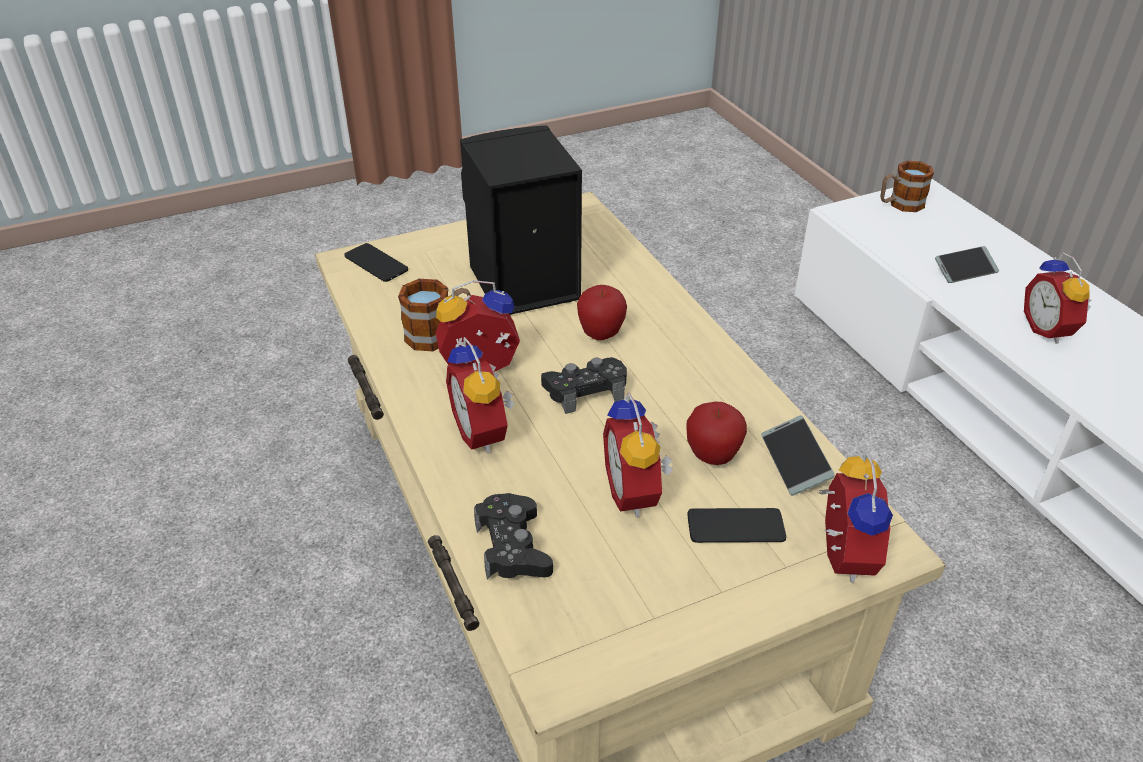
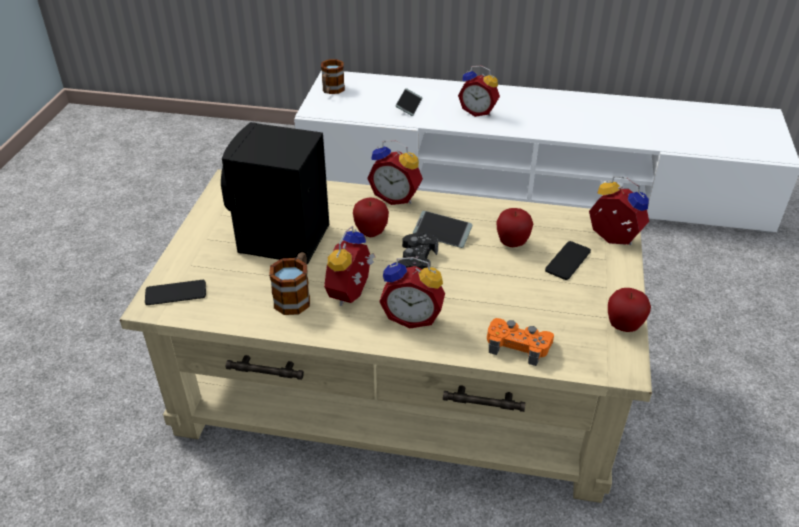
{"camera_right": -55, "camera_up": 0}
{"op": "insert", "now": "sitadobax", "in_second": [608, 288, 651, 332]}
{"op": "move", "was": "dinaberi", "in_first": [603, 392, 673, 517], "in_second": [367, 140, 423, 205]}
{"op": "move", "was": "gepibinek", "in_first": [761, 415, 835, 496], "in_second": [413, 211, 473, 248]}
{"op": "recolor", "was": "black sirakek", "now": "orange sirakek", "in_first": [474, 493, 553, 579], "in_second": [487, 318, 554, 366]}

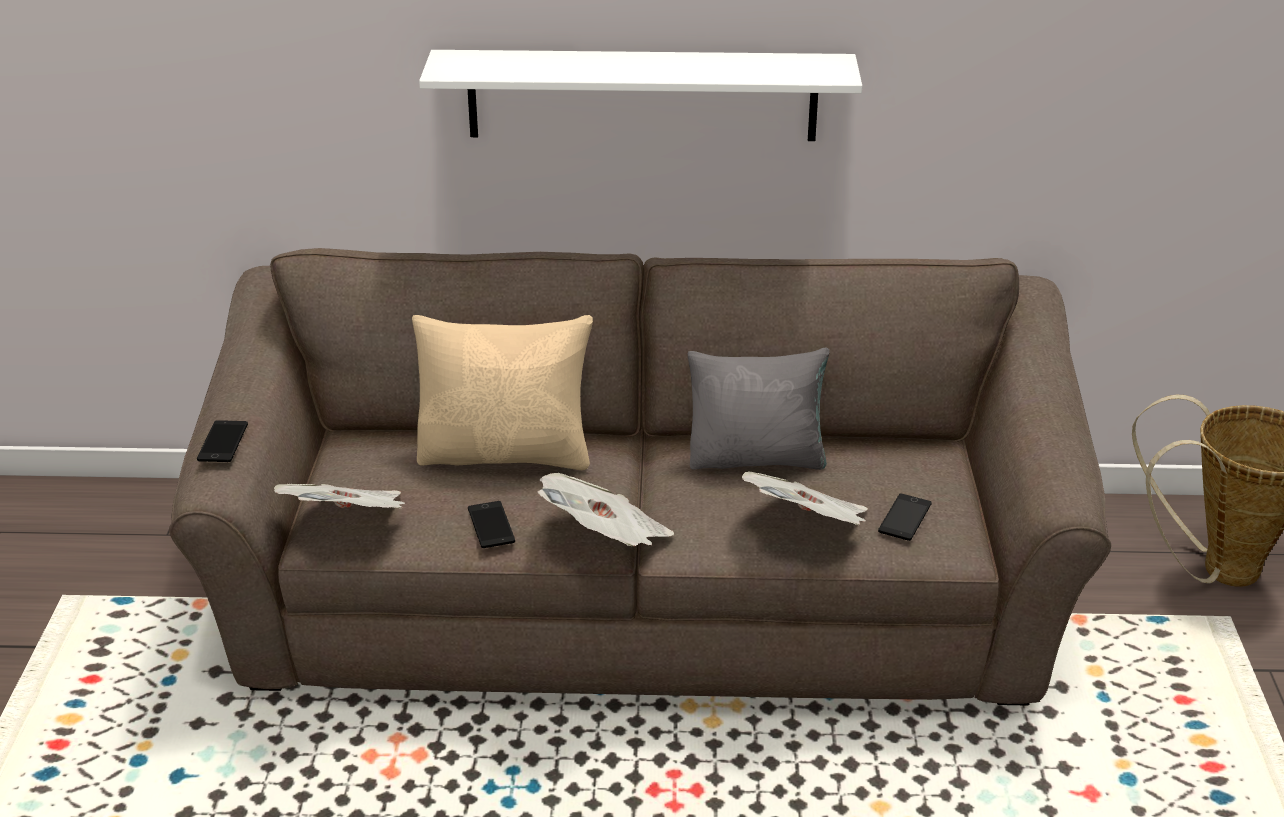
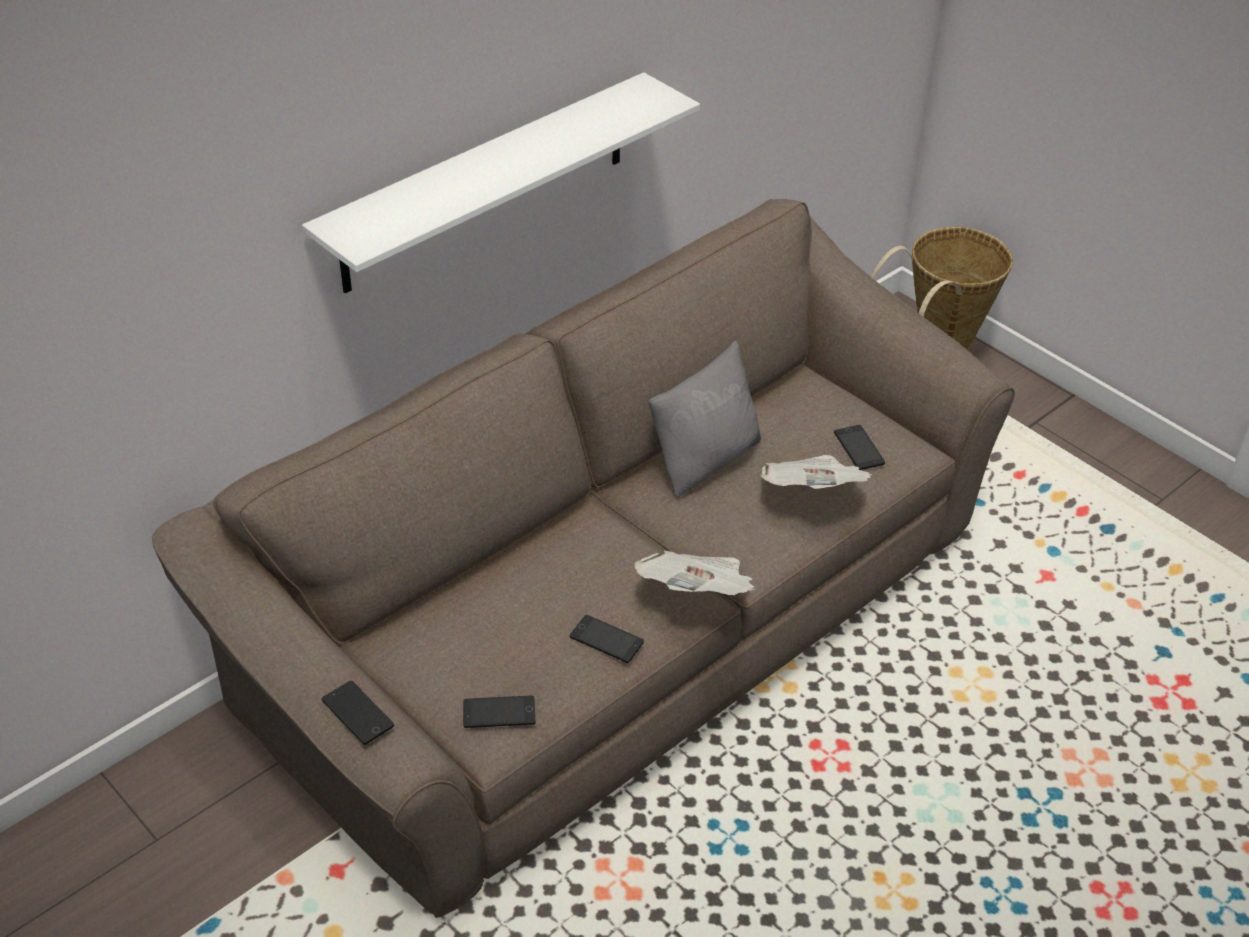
{"camera_right": -45, "camera_up": 10}
{"op": "delete", "was": "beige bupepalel", "in_first": [412, 315, 593, 470]}
{"op": "replace", "was": "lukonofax", "now": "gepibinek", "in_first": [274, 484, 405, 508], "in_second": [463, 695, 535, 728]}

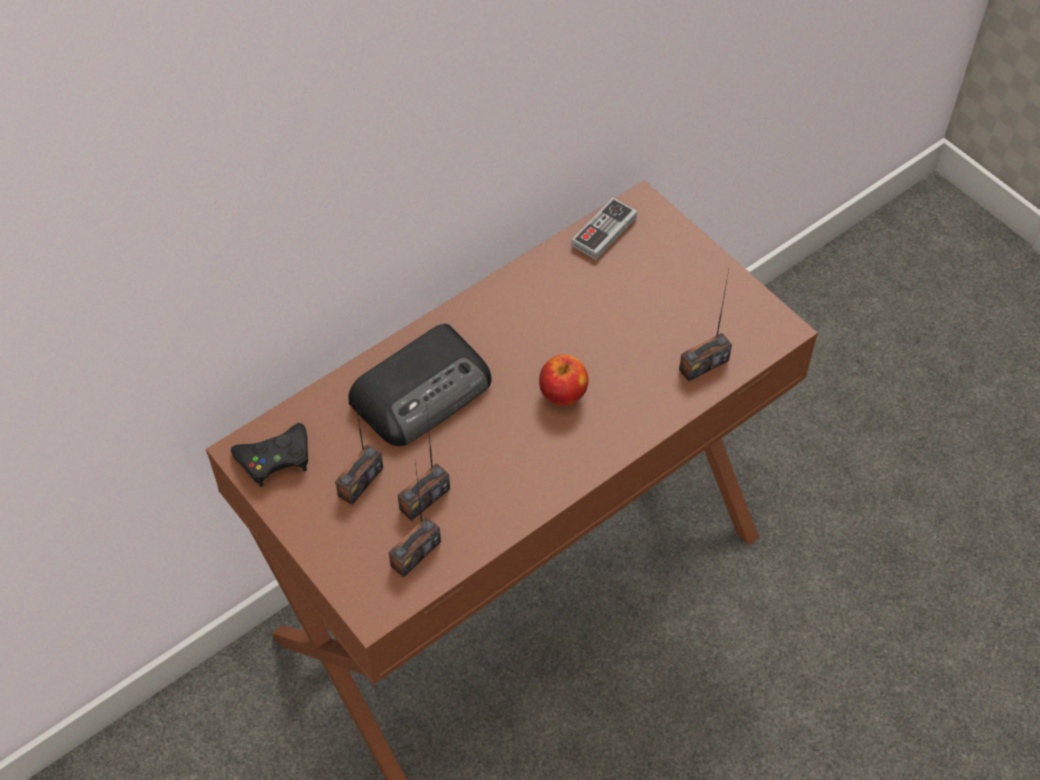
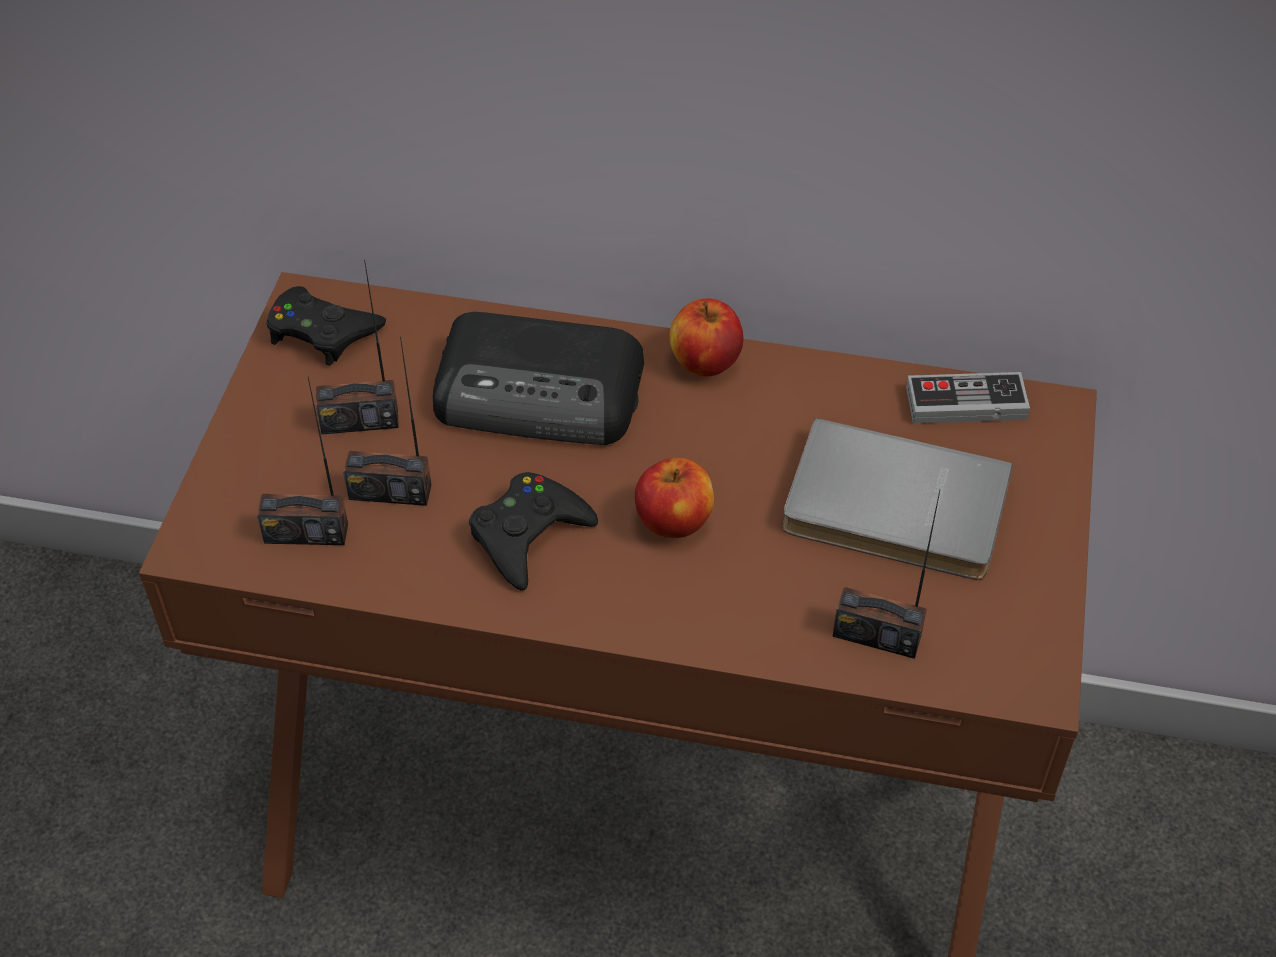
{"camera_right": 50, "camera_up": -5}
{"op": "insert", "now": "black sirakek", "in_second": [469, 472, 598, 591]}
{"op": "insert", "now": "sitadobax", "in_second": [669, 298, 743, 377]}
{"op": "insert", "now": "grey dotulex", "in_second": [782, 418, 1014, 580]}

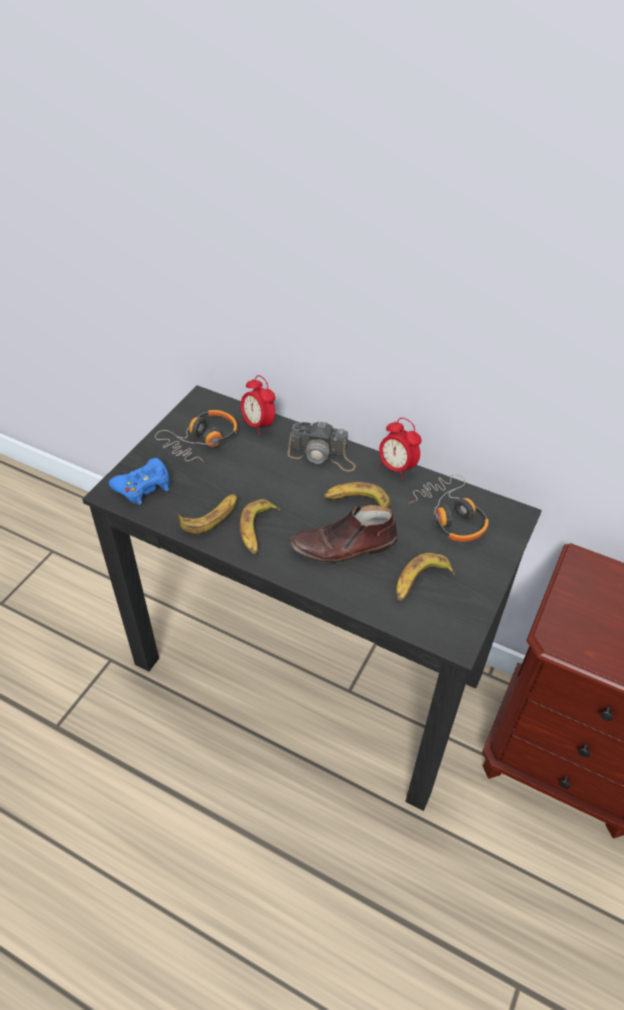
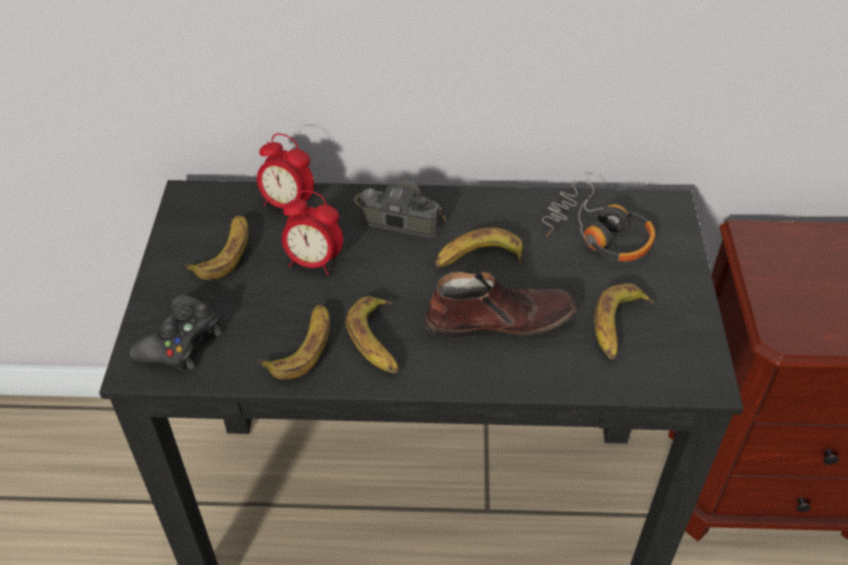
{"camera_right": -25, "camera_up": 0}
{"op": "move", "was": "dinaberi", "in_first": [379, 418, 422, 479], "in_second": [282, 190, 343, 276]}
{"op": "replace", "was": "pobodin", "now": "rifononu", "in_first": [155, 410, 238, 462], "in_second": [184, 215, 248, 280]}
{"op": "recolor", "was": "blue sirakek", "now": "black sirakek", "in_first": [109, 458, 170, 505], "in_second": [129, 295, 222, 370]}
{"op": "rotate", "was": "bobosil", "in_first": [287, 421, 356, 472], "in_second": [354, 179, 446, 239], "clockwise": -150}
{"op": "rotate", "was": "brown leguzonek", "in_first": [290, 505, 397, 563], "in_second": [425, 272, 577, 338], "clockwise": -150}

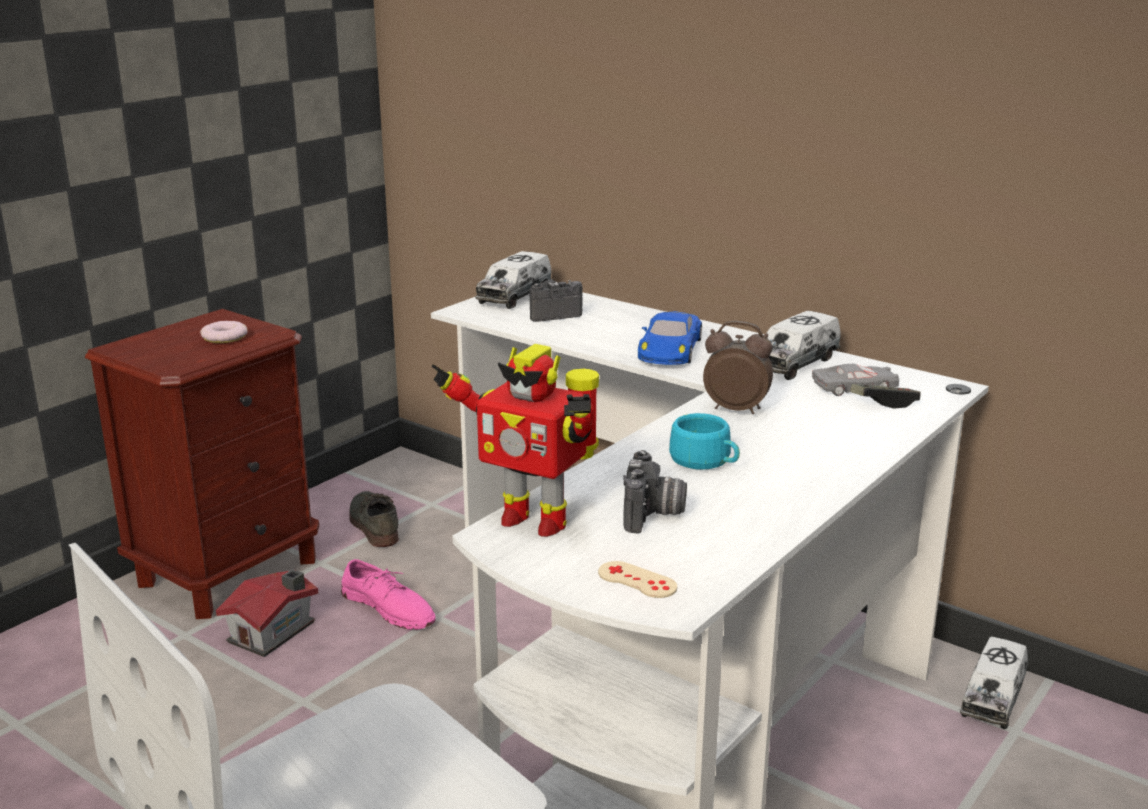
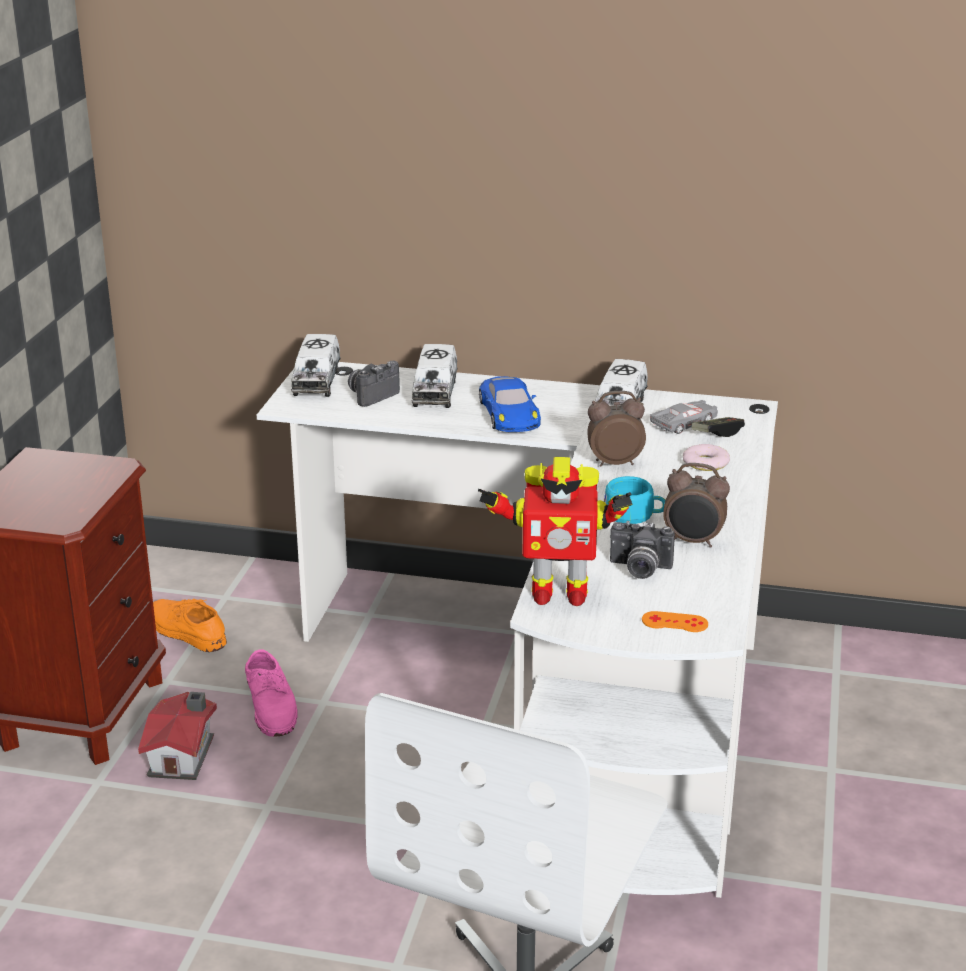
{"camera_right": -25, "camera_up": 5}
{"op": "insert", "now": "dinaberi", "in_second": [663, 463, 730, 548]}
{"op": "move", "was": "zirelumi", "in_first": [200, 321, 248, 343], "in_second": [683, 444, 730, 471]}
{"op": "move", "was": "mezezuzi", "in_first": [960, 636, 1028, 729], "in_second": [411, 344, 457, 408]}
{"op": "recolor", "was": "grey leguzonek", "now": "orange leguzonek", "in_first": [349, 491, 399, 547], "in_second": [153, 599, 227, 652]}
{"op": "recolor", "was": "beige sirakek", "now": "orange sirakek", "in_first": [598, 561, 677, 598], "in_second": [642, 611, 708, 632]}
{"op": "rotate", "was": "pink leguzonek", "in_first": [341, 559, 436, 630], "in_second": [245, 650, 298, 737], "clockwise": 60}
{"op": "rotate", "was": "bobosil", "in_first": [623, 450, 687, 533], "in_second": [610, 521, 675, 579], "clockwise": 120}

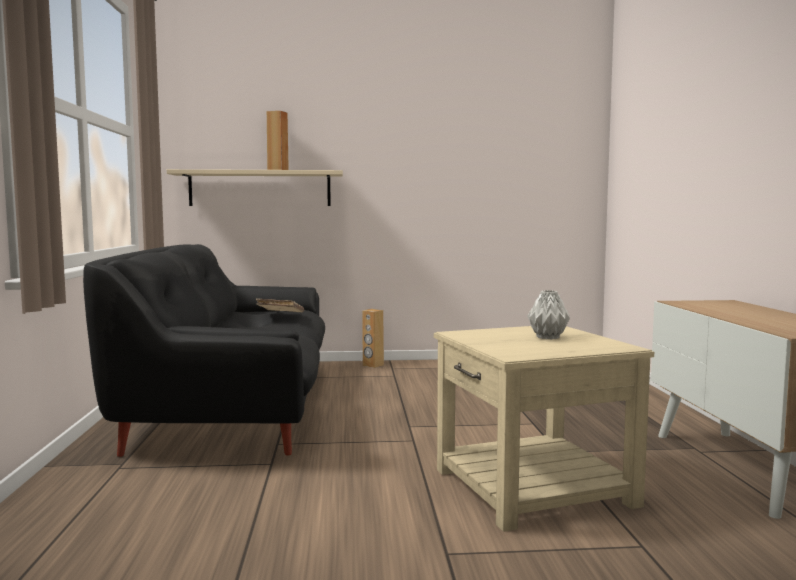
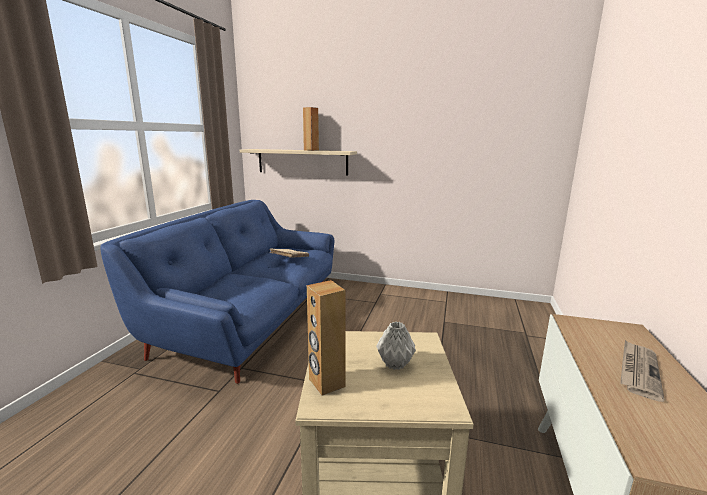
{"camera_right": 20, "camera_up": 10}
{"op": "insert", "now": "lukonofax", "in_second": [620, 340, 665, 402]}
{"op": "move", "was": "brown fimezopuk", "in_first": [362, 309, 384, 368], "in_second": [307, 280, 346, 396]}
{"op": "recolor", "was": "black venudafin", "now": "blue venudafin", "in_first": [83, 244, 325, 457], "in_second": [100, 200, 334, 384]}

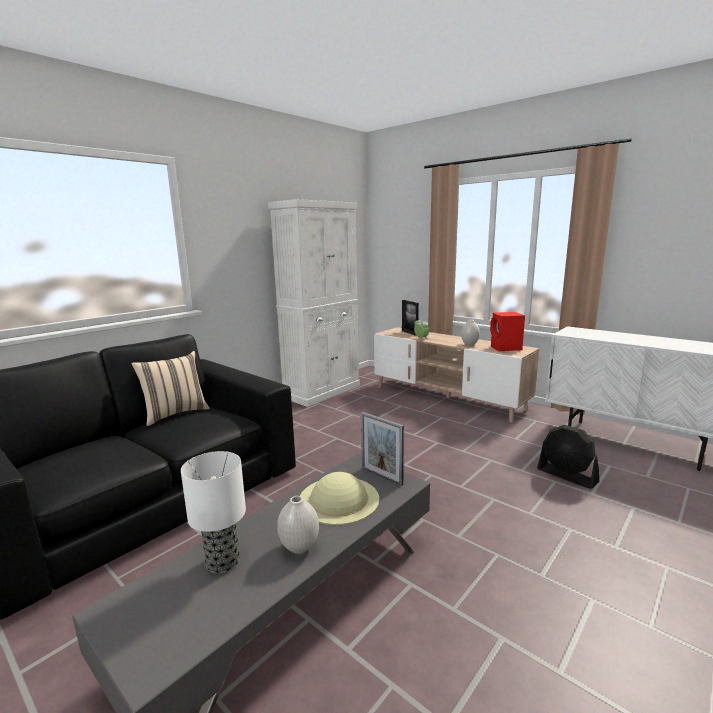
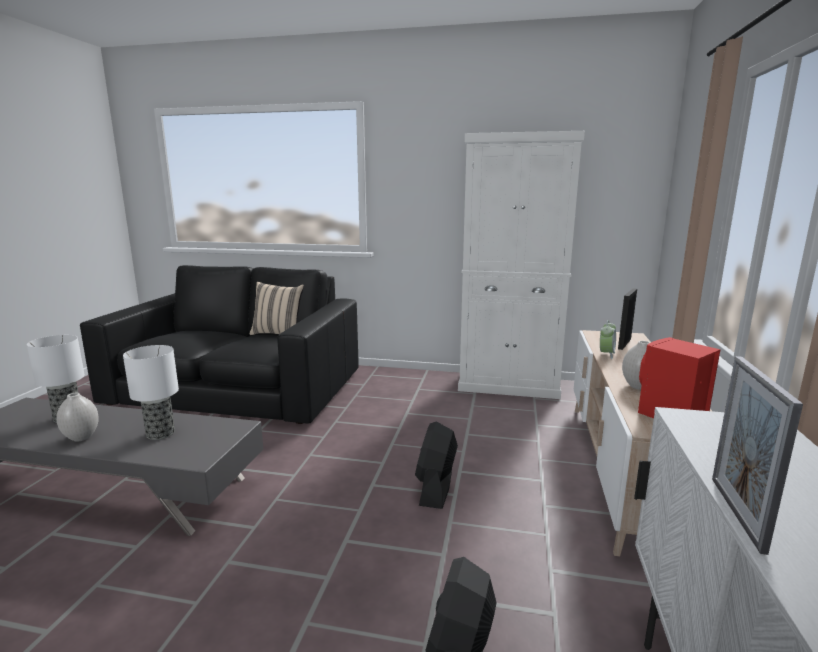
{"camera_right": 60, "camera_up": 0}
{"op": "insert", "now": "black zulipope", "in_second": [415, 421, 458, 509]}
{"op": "move", "was": "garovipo", "in_first": [361, 412, 404, 486], "in_second": [712, 356, 803, 555]}
{"op": "replace", "was": "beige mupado", "now": "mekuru", "in_first": [300, 472, 379, 525], "in_second": [123, 345, 179, 440]}

